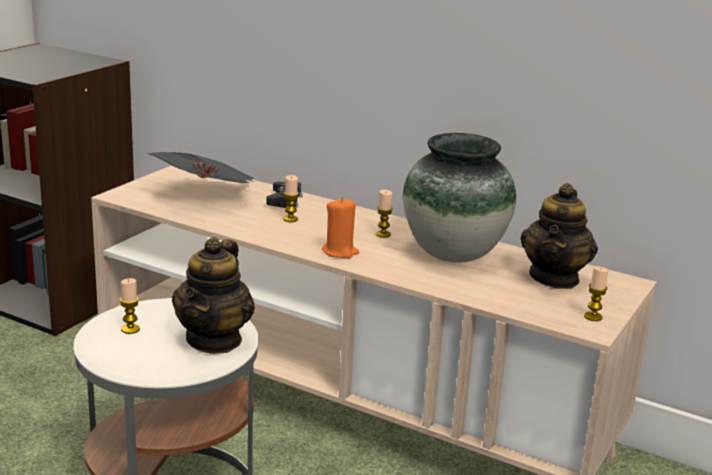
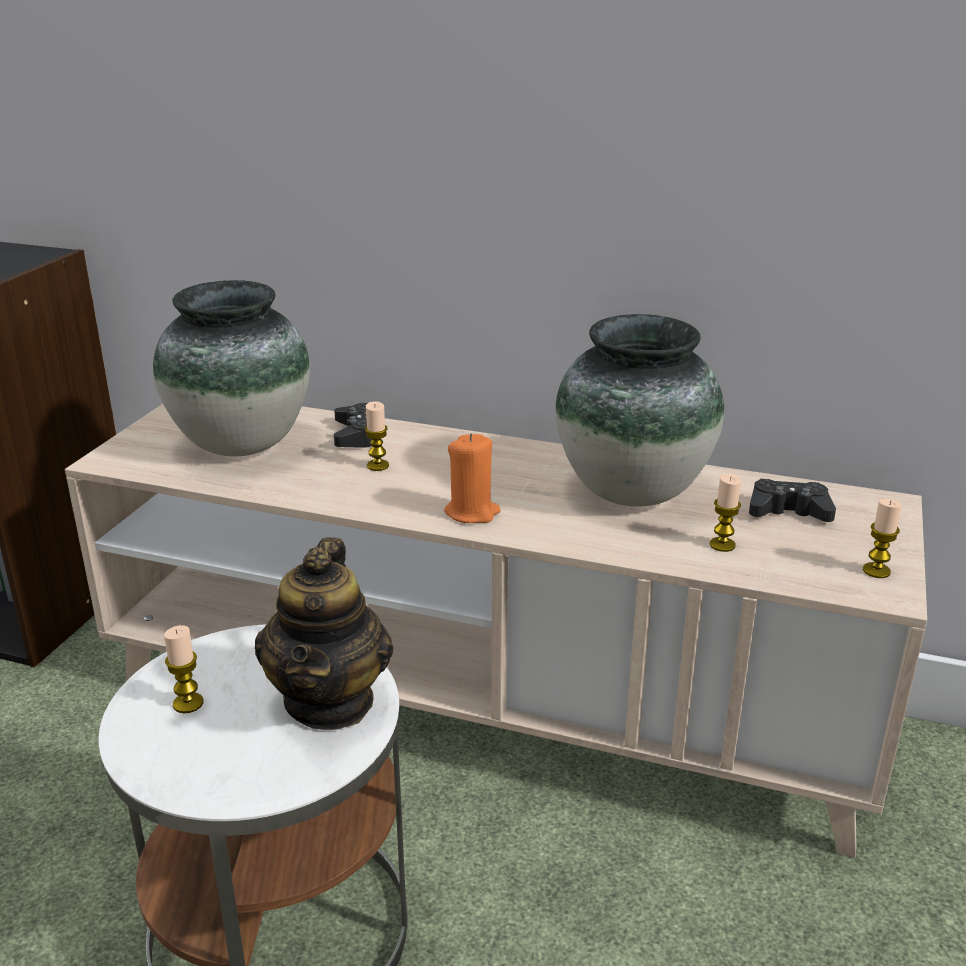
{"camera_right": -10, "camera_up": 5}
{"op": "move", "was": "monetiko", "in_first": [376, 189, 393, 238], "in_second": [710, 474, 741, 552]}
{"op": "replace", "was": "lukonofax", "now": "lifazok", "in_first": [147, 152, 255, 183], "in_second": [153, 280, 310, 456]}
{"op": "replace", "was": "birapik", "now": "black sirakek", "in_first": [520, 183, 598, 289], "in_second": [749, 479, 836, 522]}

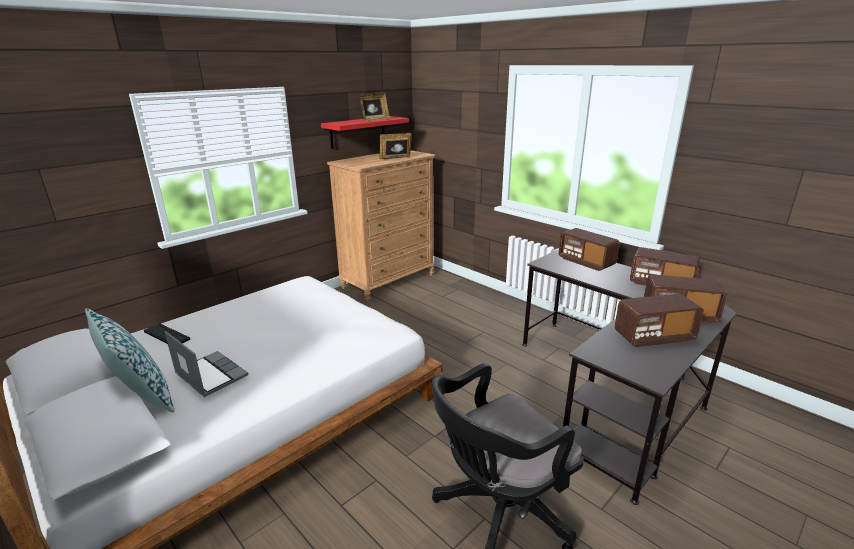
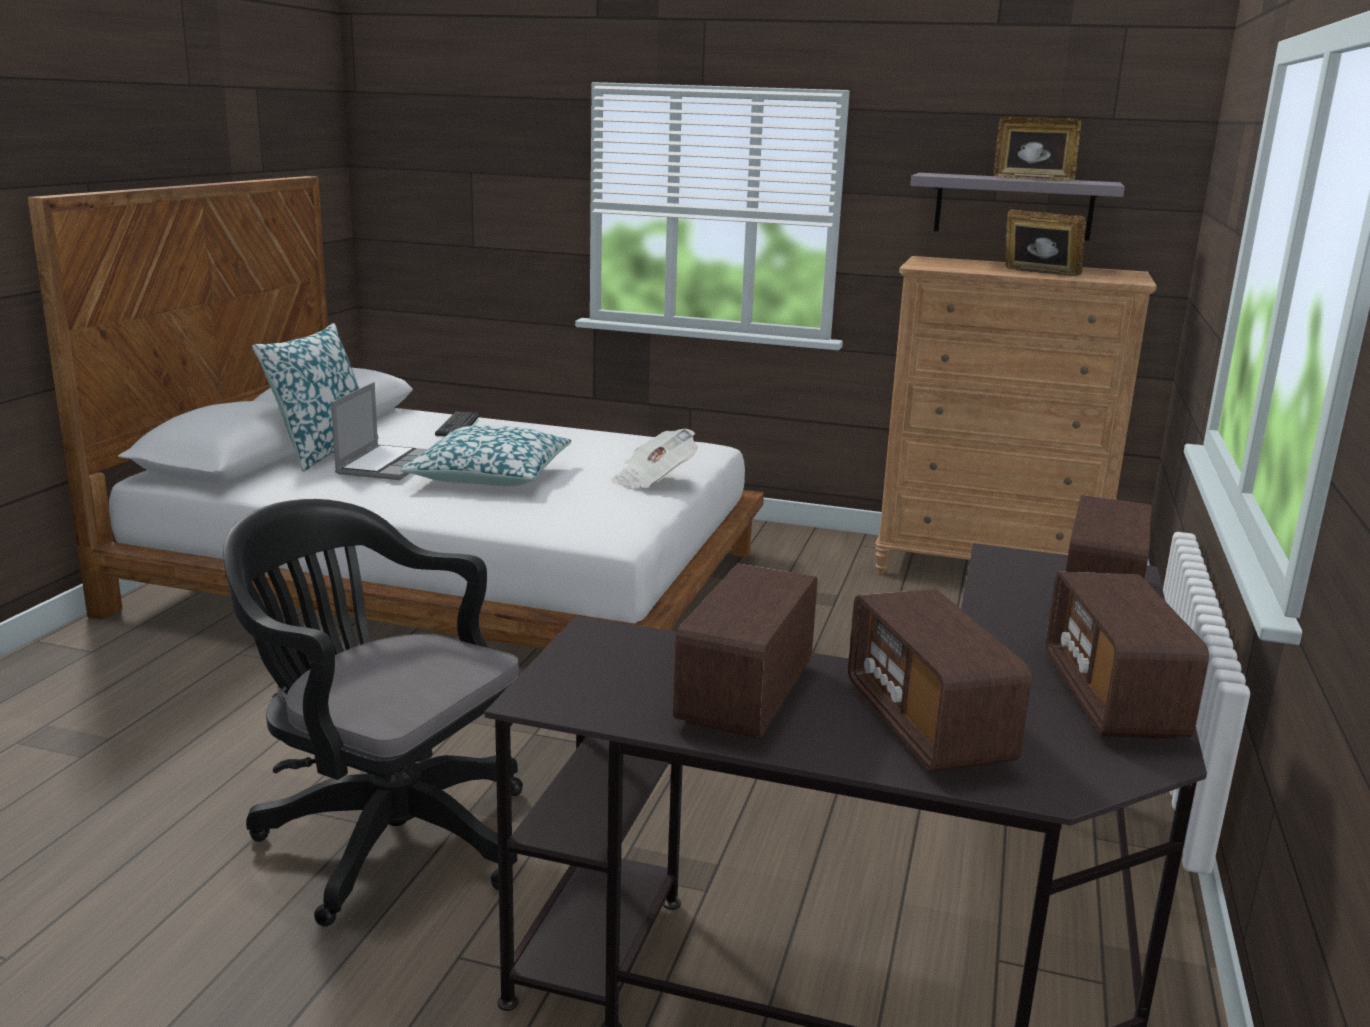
{"camera_right": 60, "camera_up": -5}
{"op": "insert", "now": "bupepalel", "in_second": [400, 425, 571, 486]}
{"op": "insert", "now": "lukonofax", "in_second": [612, 429, 698, 488]}
{"op": "recolor", "was": "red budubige", "now": "grey budubige", "in_first": [321, 116, 409, 149], "in_second": [910, 173, 1125, 241]}
{"op": "rotate", "was": "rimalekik", "in_first": [614, 294, 704, 347], "in_second": [673, 564, 817, 738], "clockwise": 60}

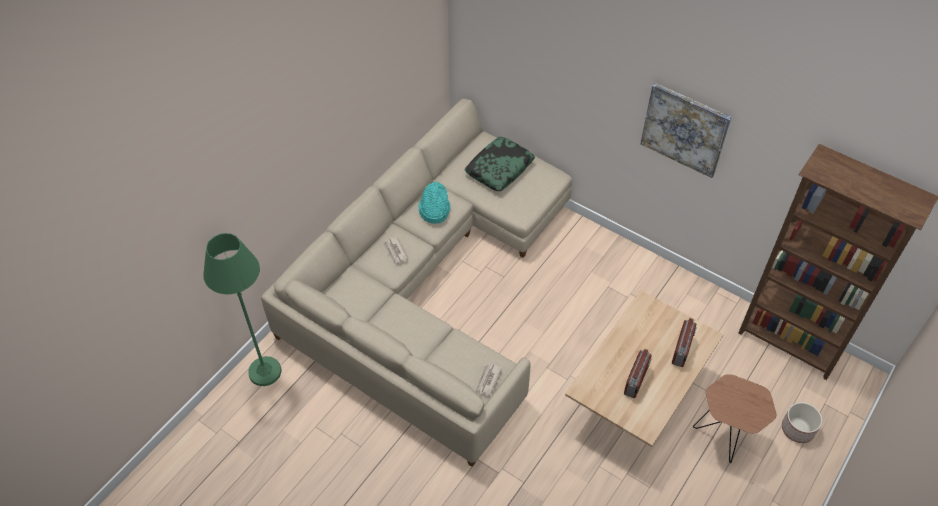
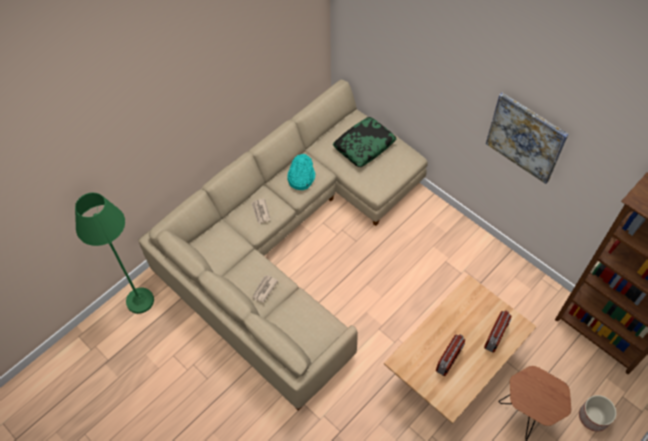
{"camera_right": 10, "camera_up": 5}
{"op": "move", "was": "lukonofax", "in_first": [475, 363, 503, 396], "in_second": [252, 275, 278, 303]}

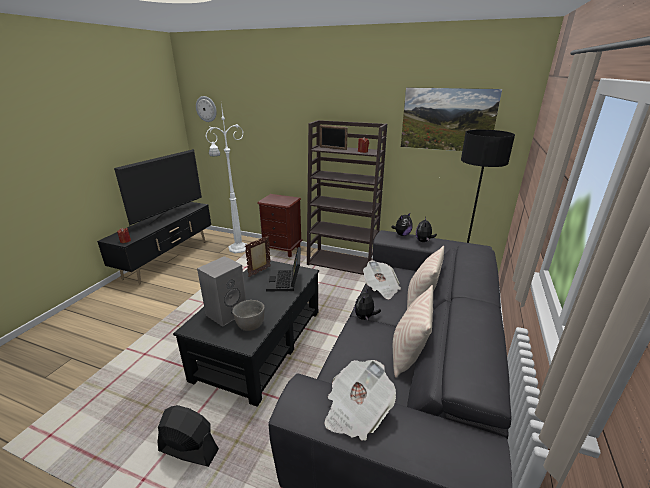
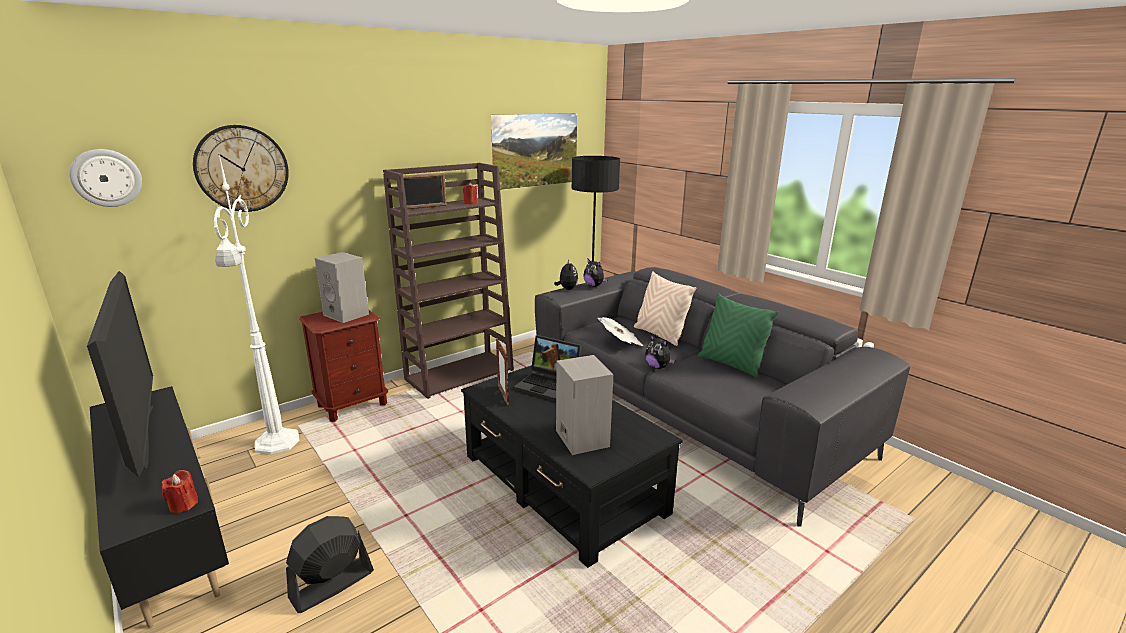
{"camera_right": -60, "camera_up": -5}
{"op": "delete", "was": "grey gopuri", "in_first": [233, 300, 264, 331]}
{"op": "delete", "was": "lukonofax", "in_first": [324, 360, 396, 441]}
{"op": "insert", "now": "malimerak", "in_second": [193, 125, 289, 212]}
{"op": "insert", "now": "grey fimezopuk", "in_second": [315, 252, 369, 323]}
{"op": "move", "was": "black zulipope", "in_first": [157, 405, 219, 467], "in_second": [286, 516, 374, 613]}
{"op": "recolor", "was": "beige bupepalel", "now": "green bupepalel", "in_first": [393, 285, 433, 378], "in_second": [698, 293, 778, 378]}

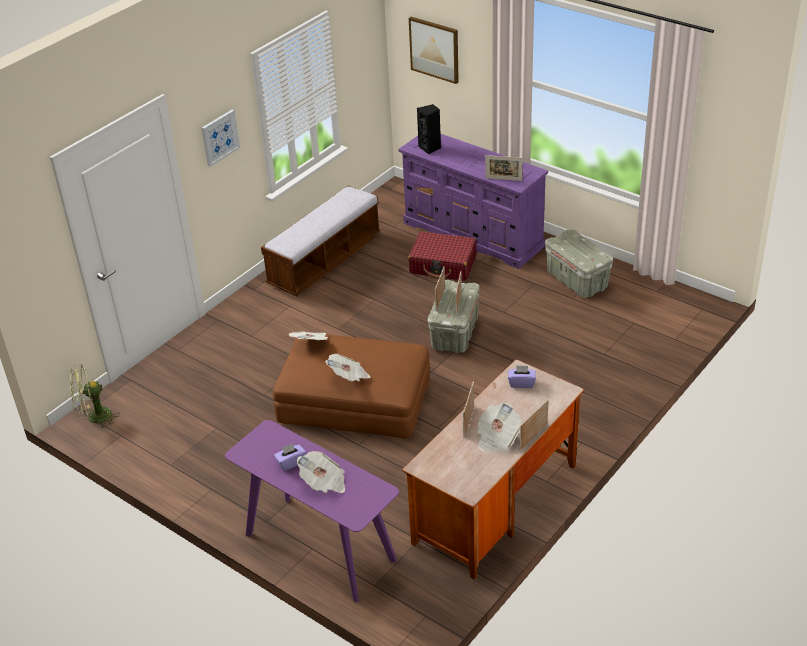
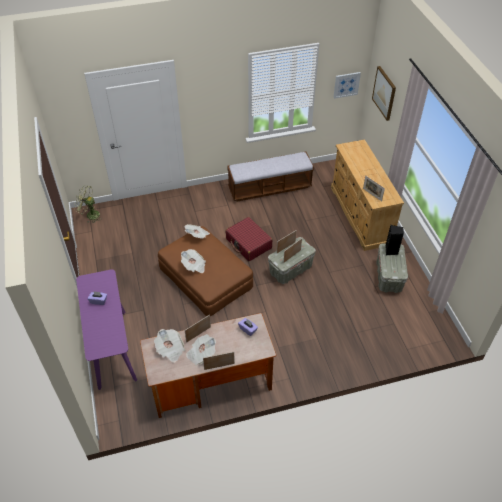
{"camera_right": 35, "camera_up": 10}
{"op": "move", "was": "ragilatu", "in_first": [202, 109, 240, 167], "in_second": [333, 72, 361, 99]}
{"op": "move", "was": "lukonofax", "in_first": [297, 451, 345, 493], "in_second": [154, 329, 185, 363]}
{"op": "move", "was": "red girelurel", "in_first": [408, 231, 477, 281], "in_second": [225, 217, 273, 261]}
{"op": "move", "was": "black fimezopuk", "in_first": [417, 104, 441, 154], "in_second": [385, 225, 404, 256]}
{"op": "recolor", "was": "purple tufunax", "now": "beige tufunax", "in_first": [399, 134, 548, 269], "in_second": [331, 139, 404, 251]}

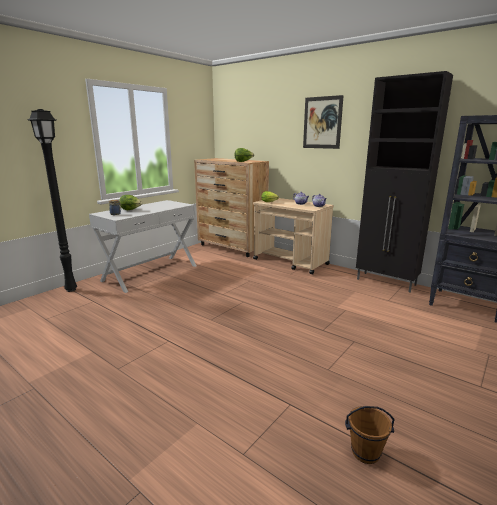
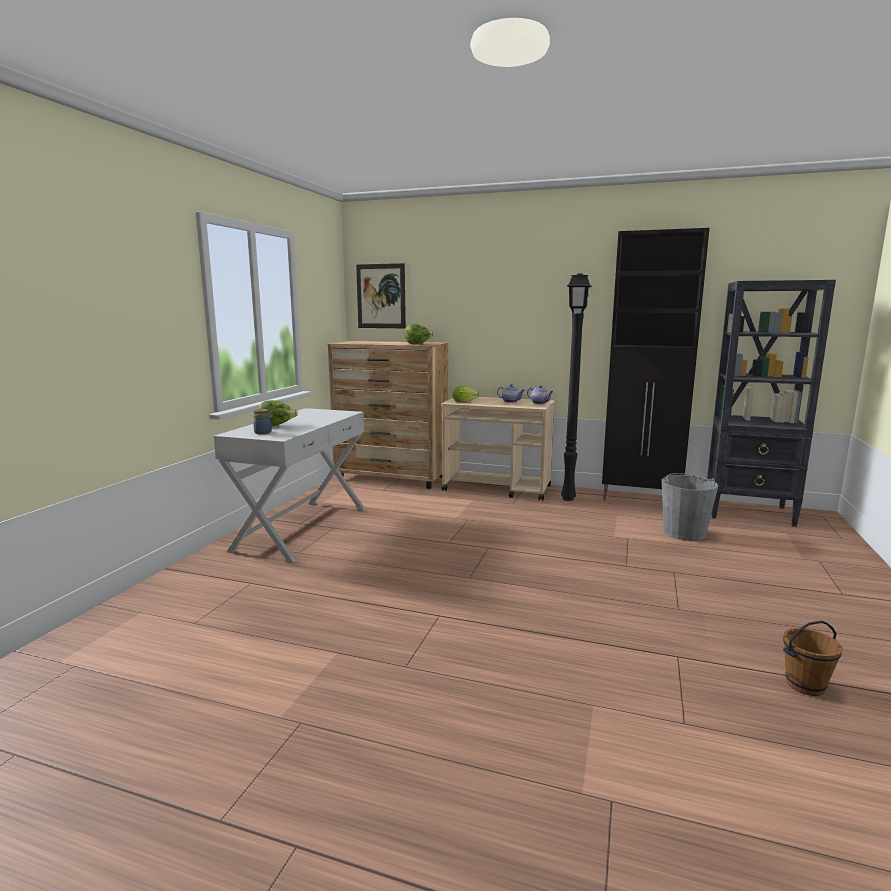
{"camera_right": -20, "camera_up": -5}
{"op": "insert", "now": "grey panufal", "in_second": [662, 473, 719, 541]}
{"op": "move", "was": "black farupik", "in_first": [28, 109, 77, 292], "in_second": [561, 273, 592, 501]}
{"op": "move", "was": "ragilatu", "in_first": [303, 95, 344, 149], "in_second": [356, 263, 406, 328]}

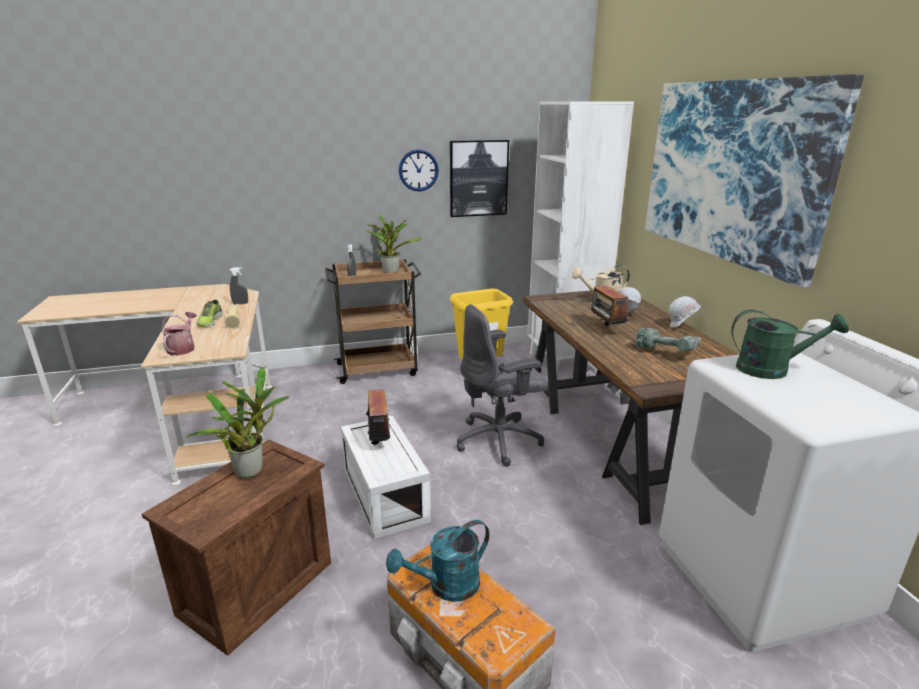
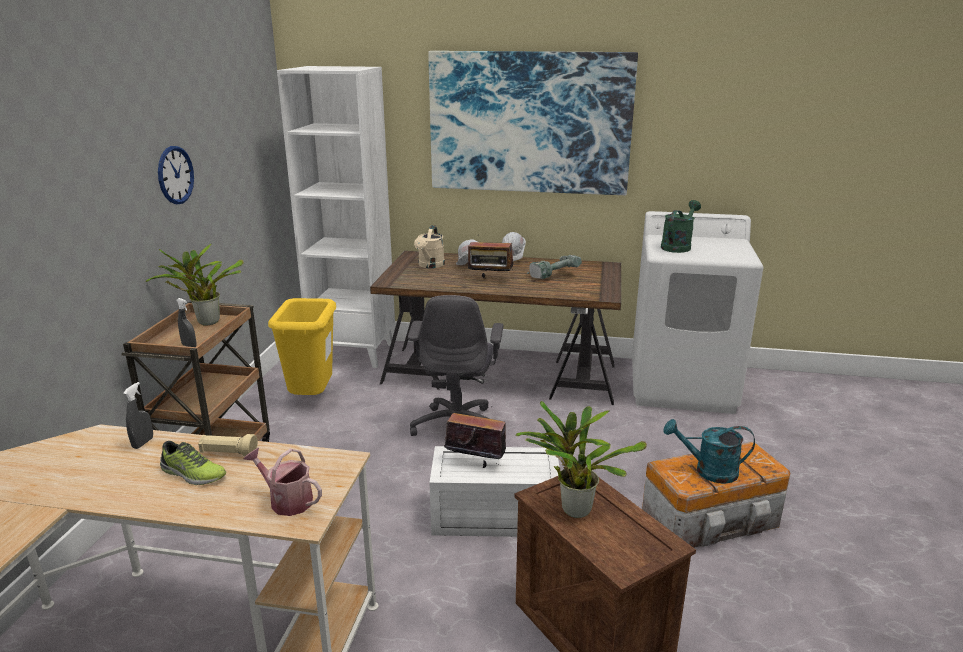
{"camera_right": -65, "camera_up": 0}
{"op": "delete", "was": "ragilatu", "in_first": [450, 140, 509, 217]}
{"op": "rotate", "was": "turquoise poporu", "in_first": [386, 520, 489, 602], "in_second": [663, 419, 755, 484], "clockwise": 105}

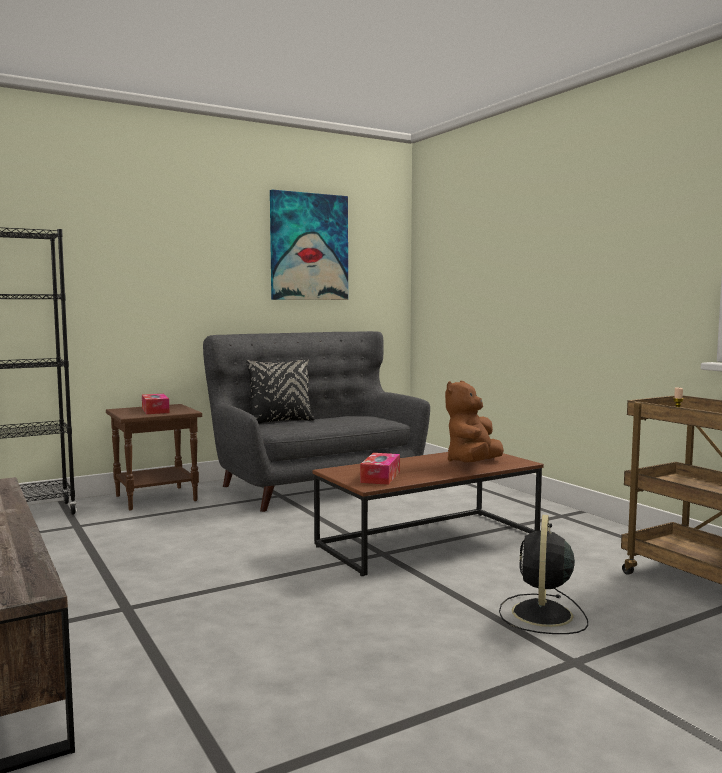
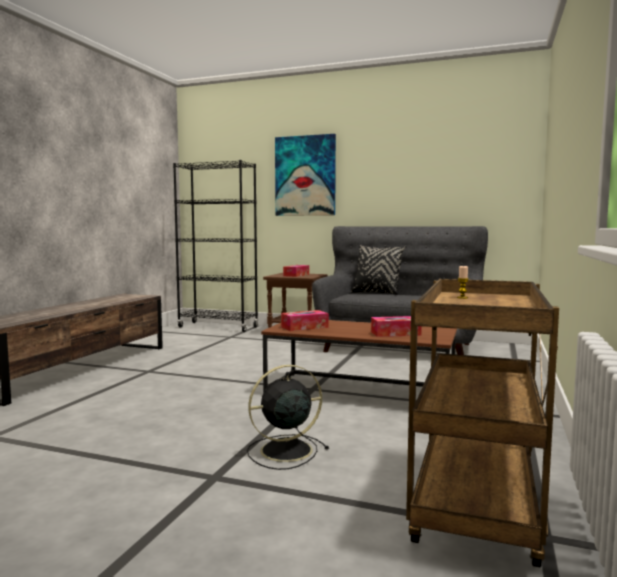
{"camera_right": 50, "camera_up": 0}
{"op": "move", "was": "ragilatu", "in_first": [270, 190, 348, 300], "in_second": [275, 134, 336, 216]}
{"op": "replace", "was": "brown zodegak", "now": "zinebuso", "in_first": [445, 381, 504, 463], "in_second": [371, 316, 422, 337]}

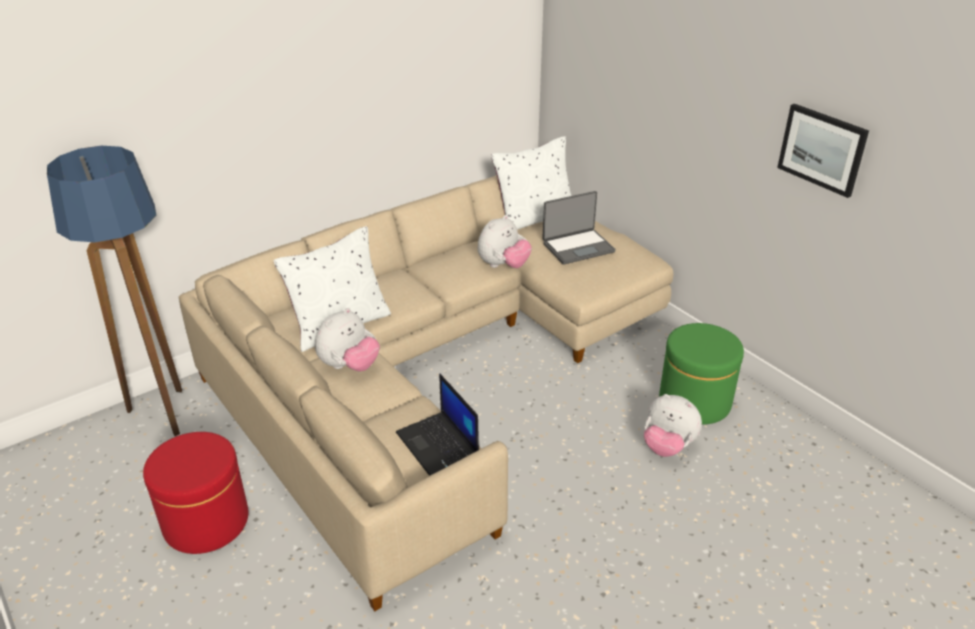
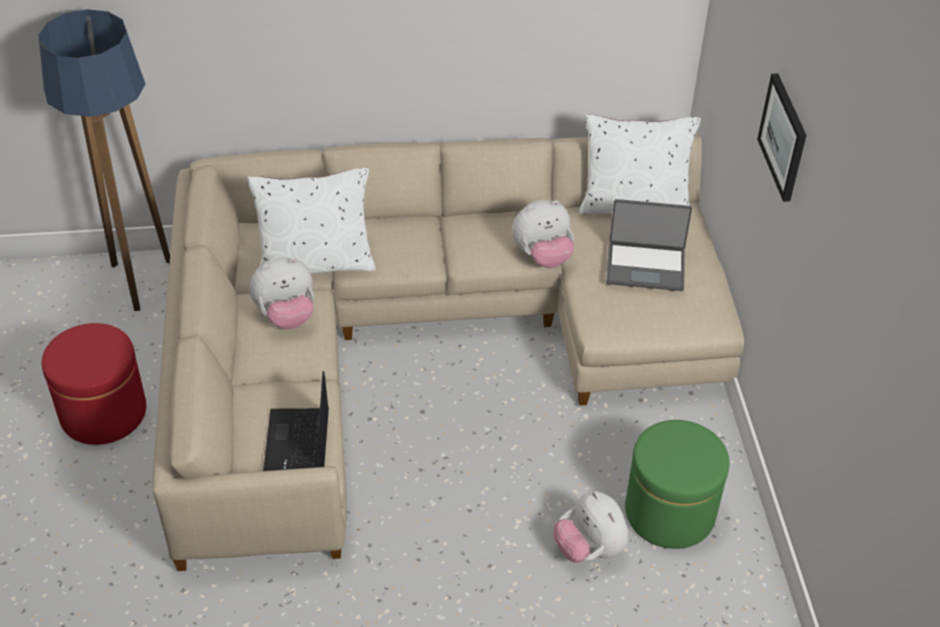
{"camera_right": 30, "camera_up": 10}
{"op": "move", "was": "ragilatu", "in_first": [777, 104, 869, 198], "in_second": [757, 73, 806, 202]}

